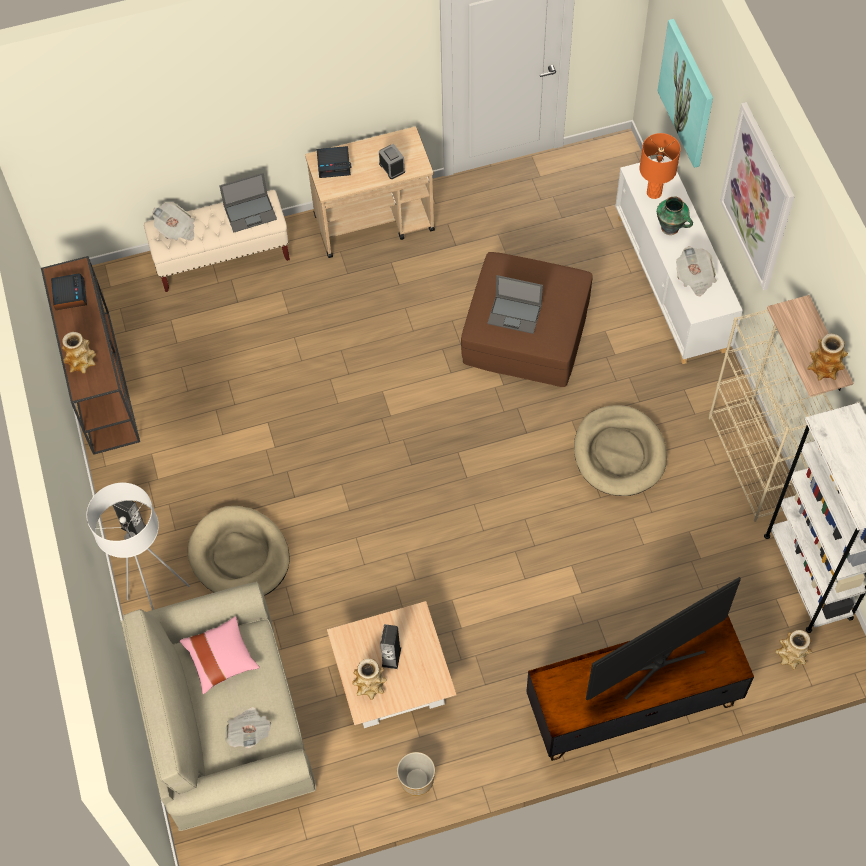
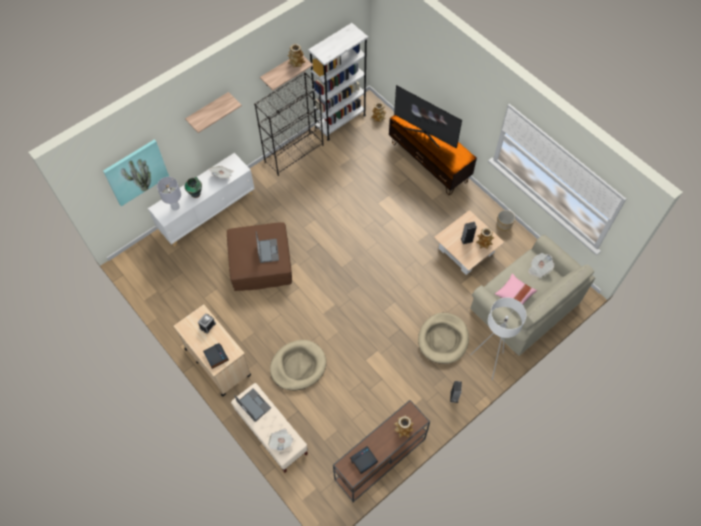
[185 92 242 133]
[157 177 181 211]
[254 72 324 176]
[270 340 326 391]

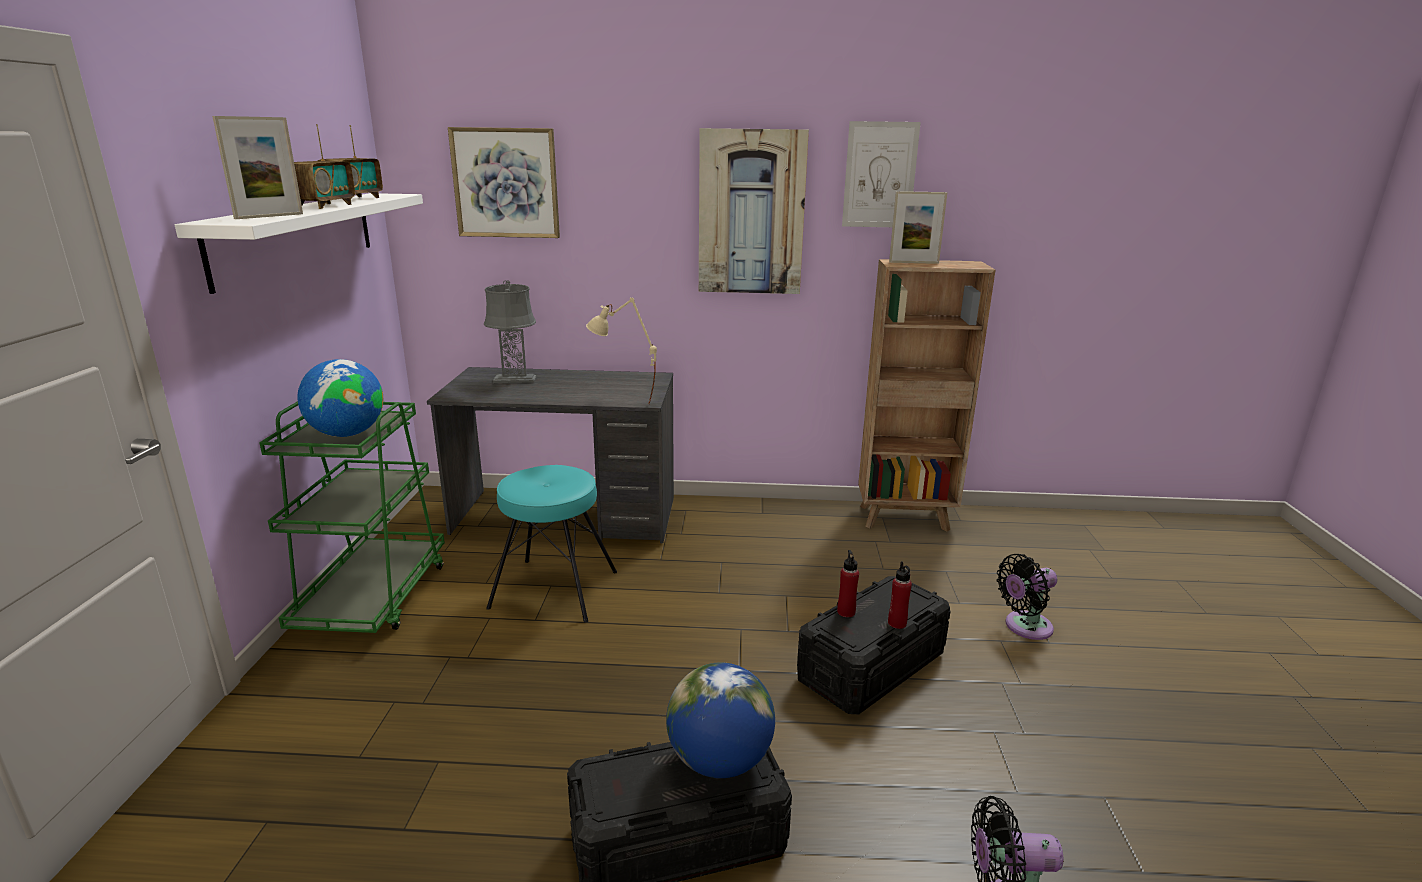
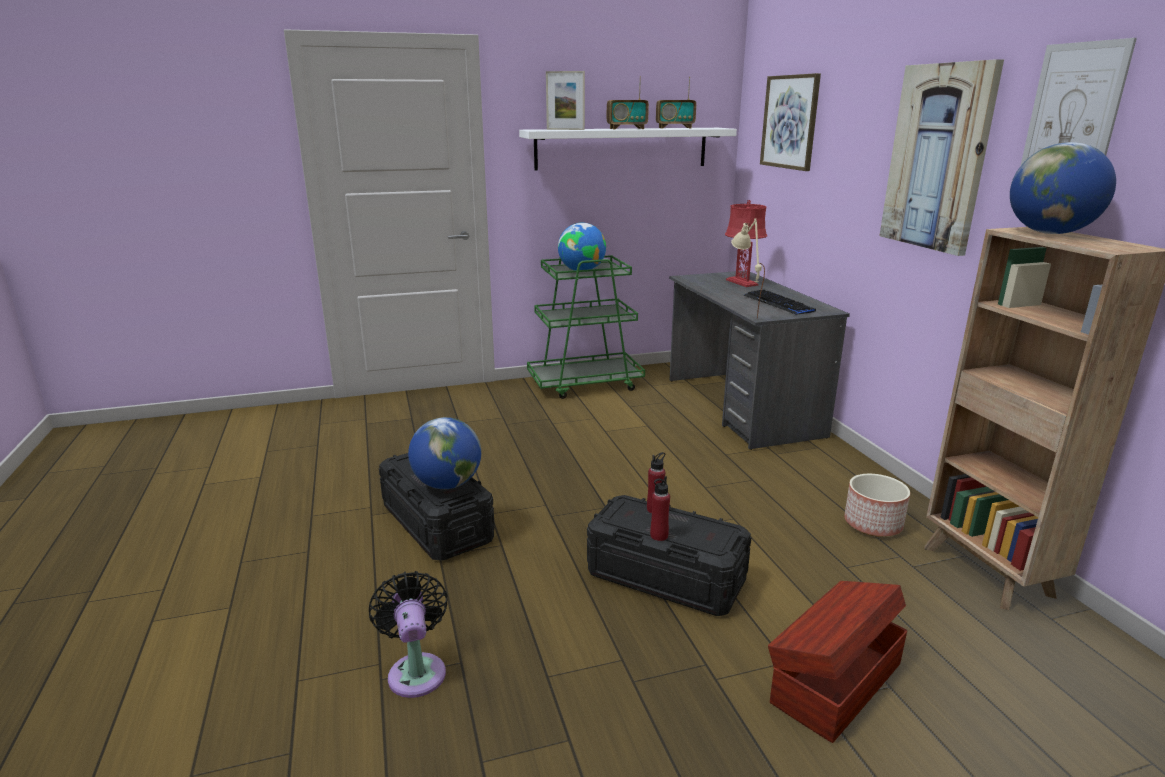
[1010 142 1116 234]
[725 200 767 287]
[486 465 617 622] (first image)
[768 581 907 743]
[744 290 816 315]
[844 474 910 537]

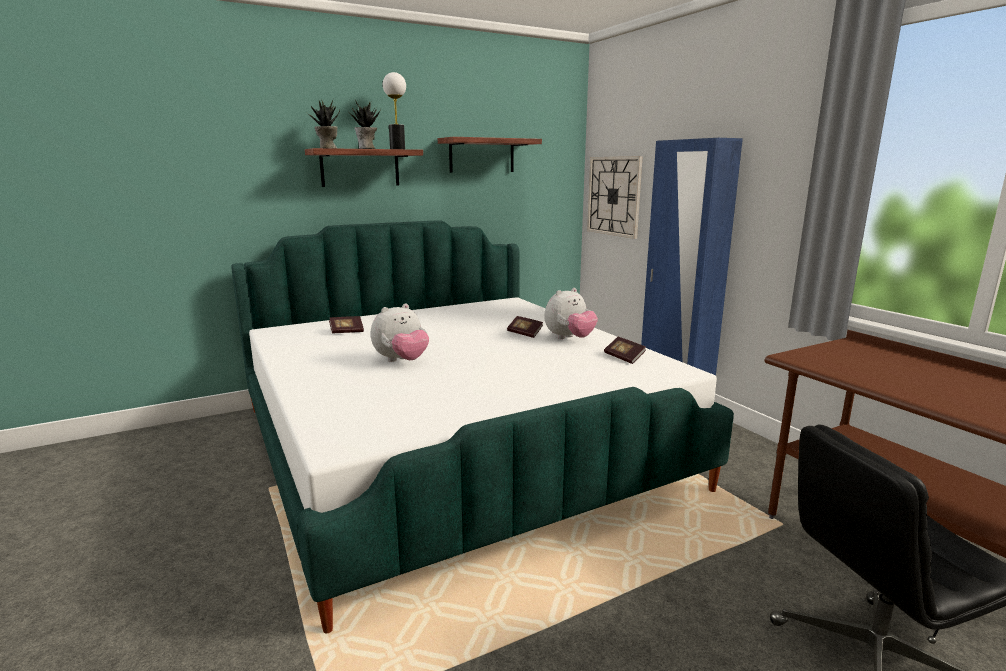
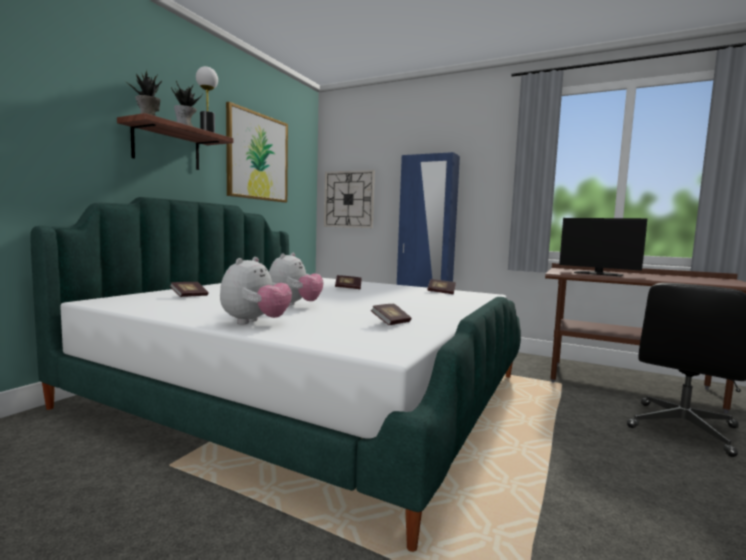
[226 102 288 203]
[220 257 292 324]
[559 218 647 276]
[371 304 411 325]

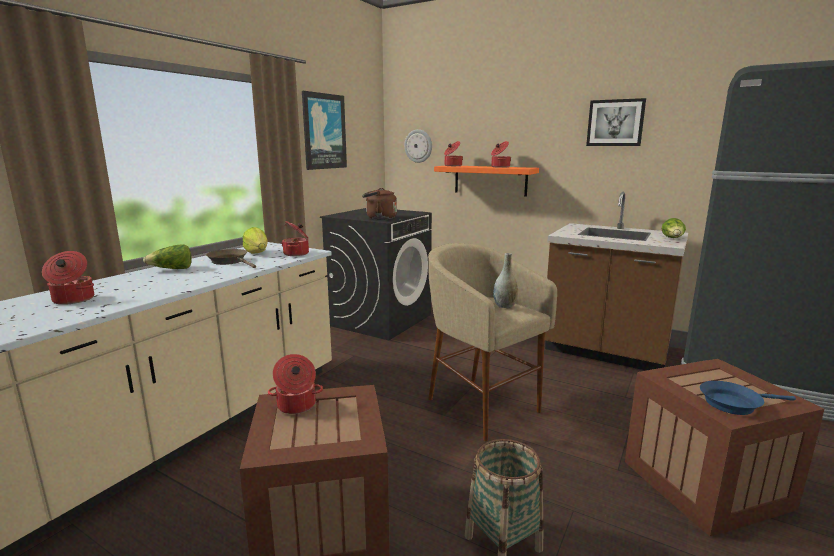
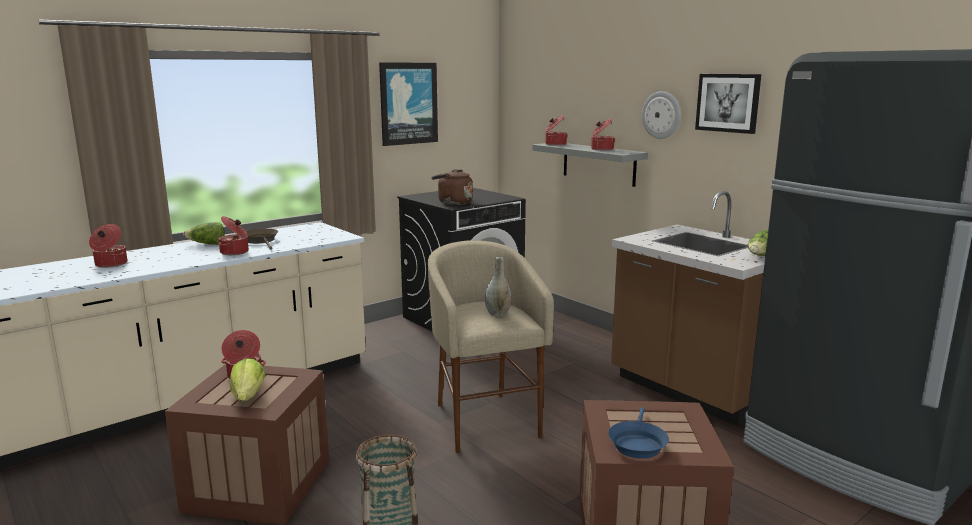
[642 91 681 139]
[532 143 648 187]
[218 216 249 255]
[230 358 266 401]
[608 407 669 459]

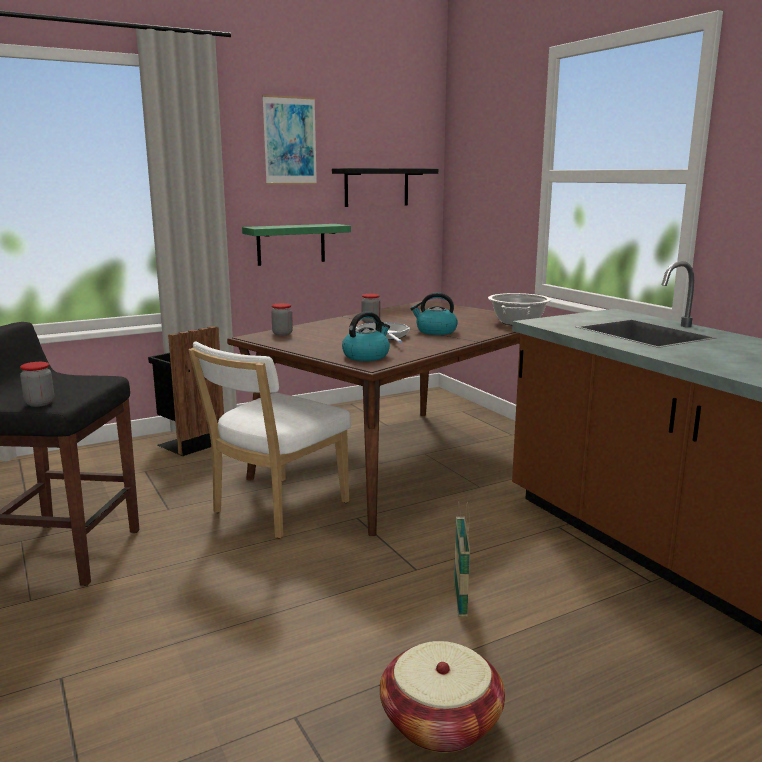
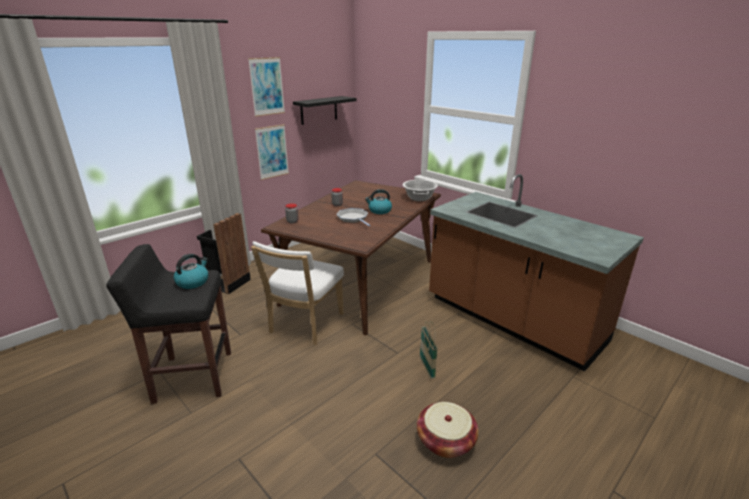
[255 124 289 180]
[174 254 208 289]
[20 362 54 407] (first image)

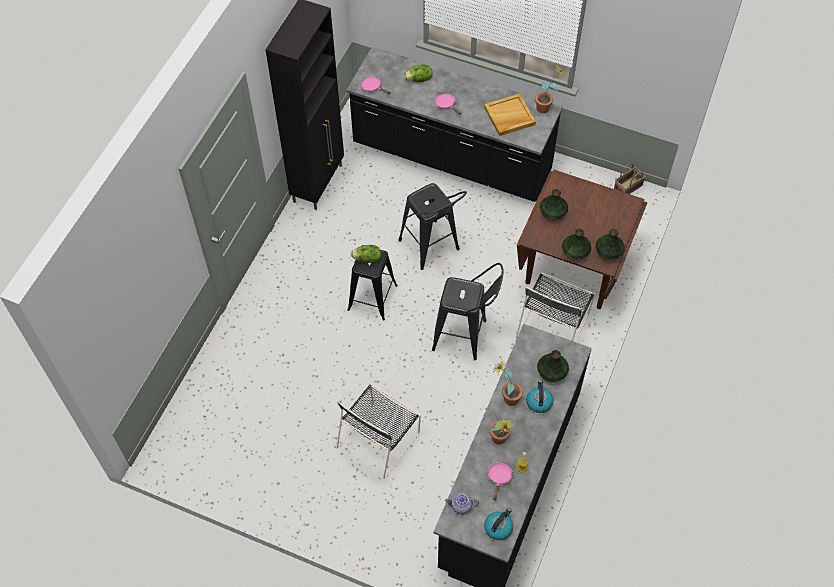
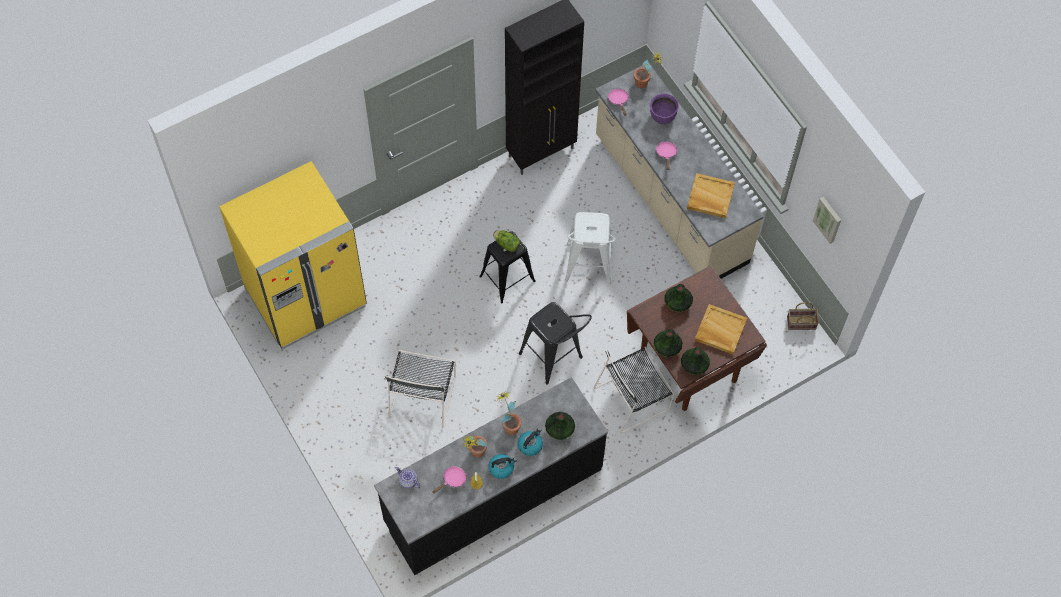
[595 64 764 279]
[650 93 679 124]
[634 52 662 88]
[565 212 616 284]
[385 350 456 429]
[488 454 517 479]
[219 161 367 350]
[813 197 841 244]
[695 304 747 354]

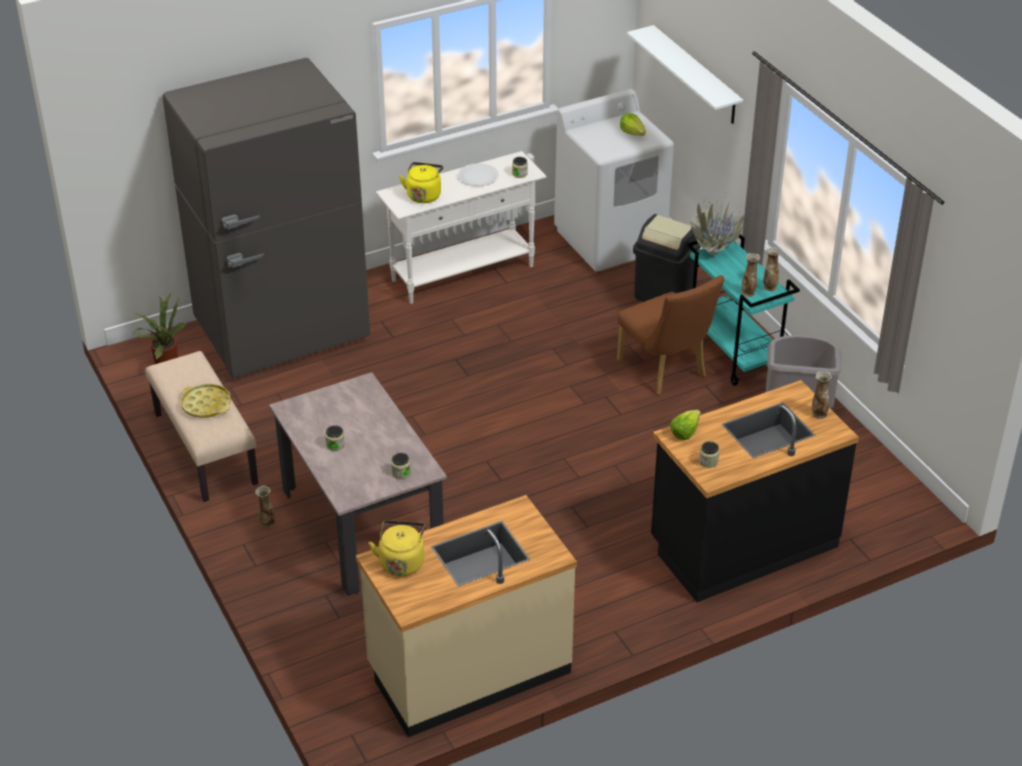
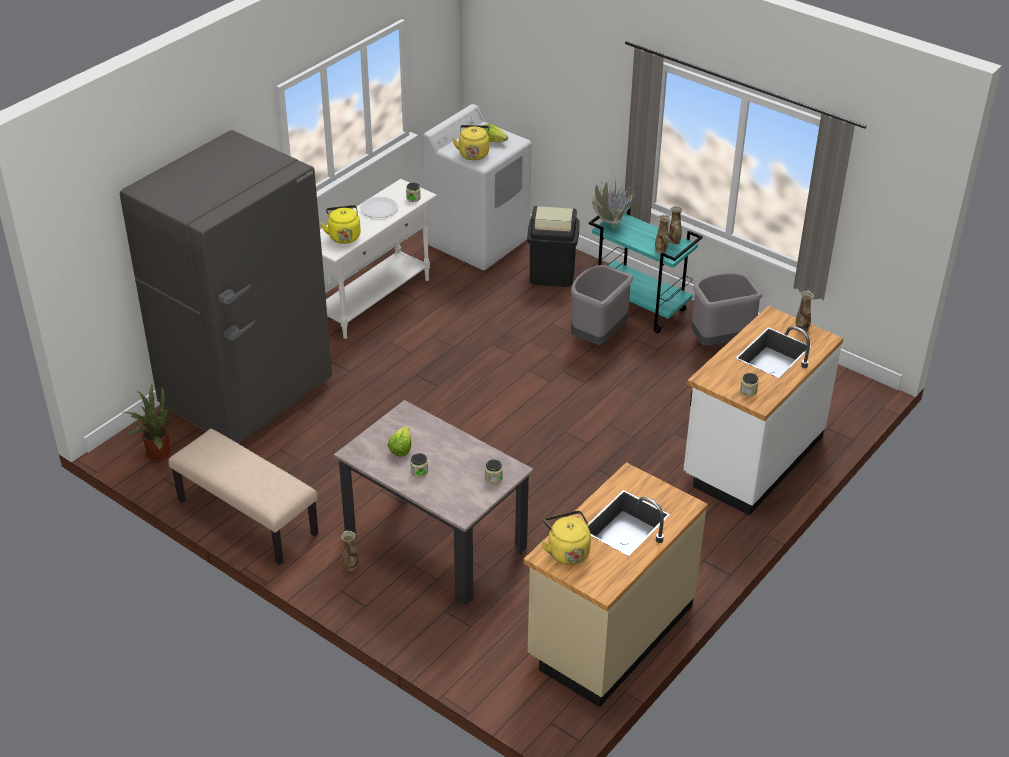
[627 25 743 124] (first image)
[571 265 633 345]
[684 306 843 516]
[181 384 231 418] (first image)
[387 426 411 457]
[452 125 489 160]

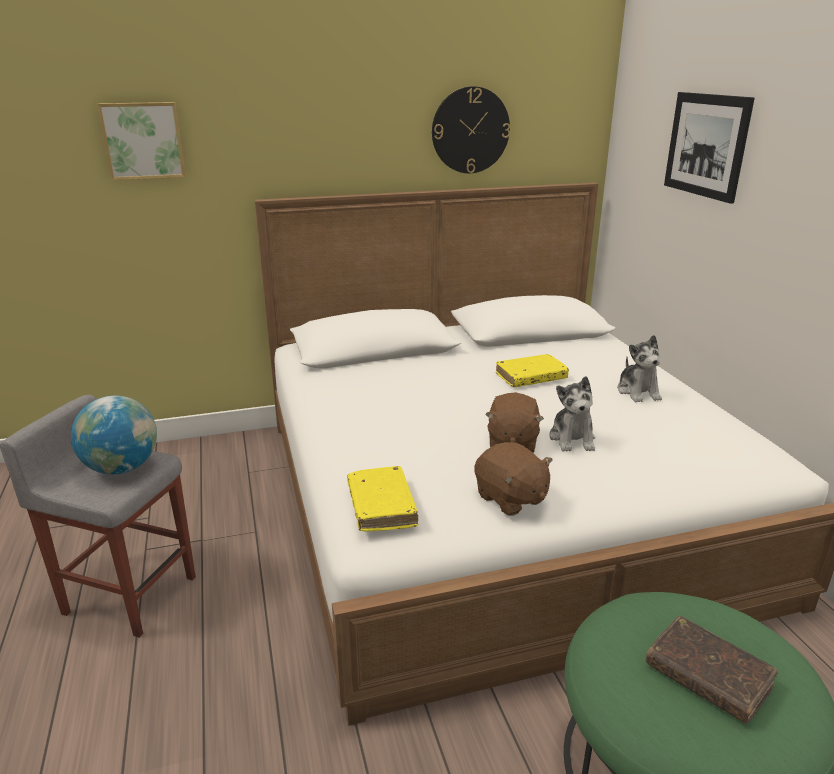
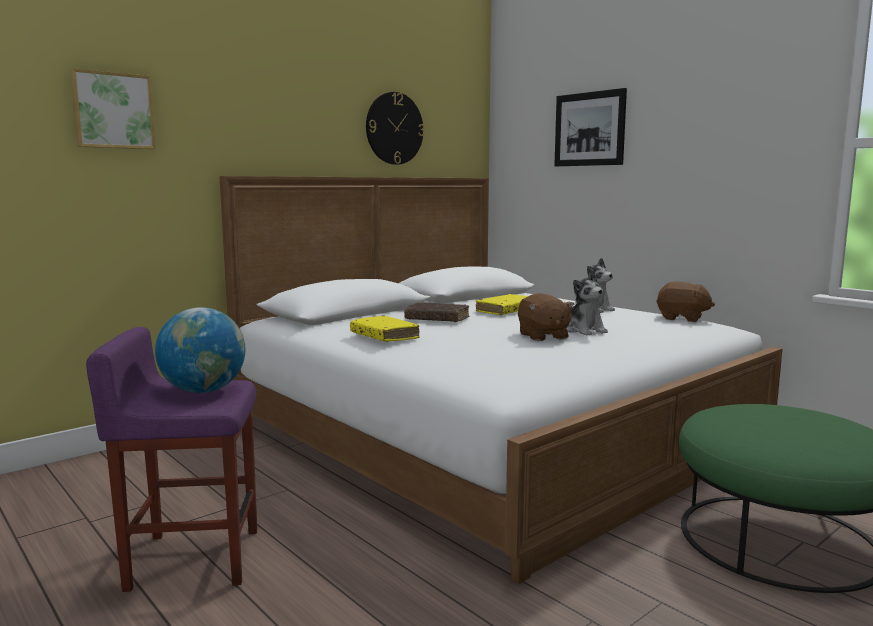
[86 327 257 592]
[656 282 715 322]
[350 315 420 342]
[404 302 470 322]

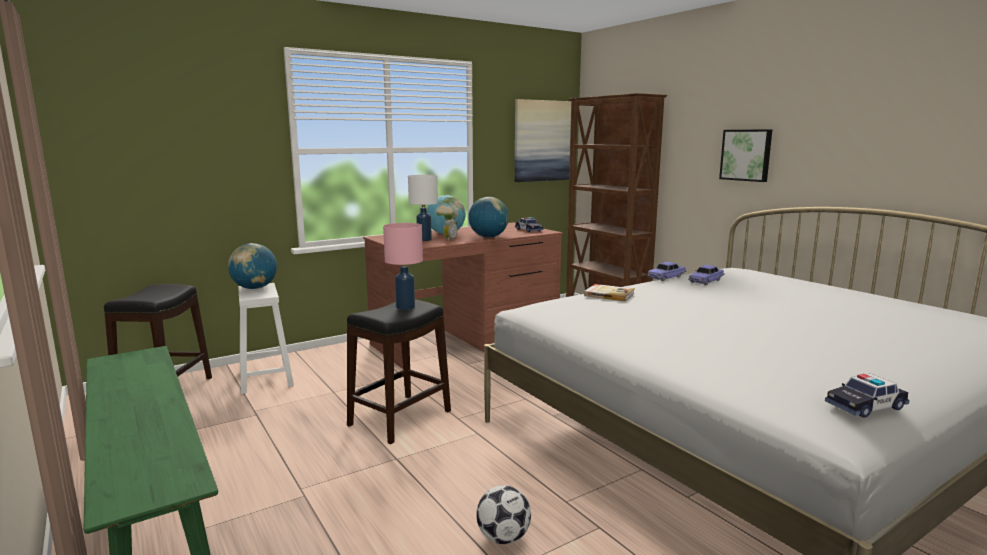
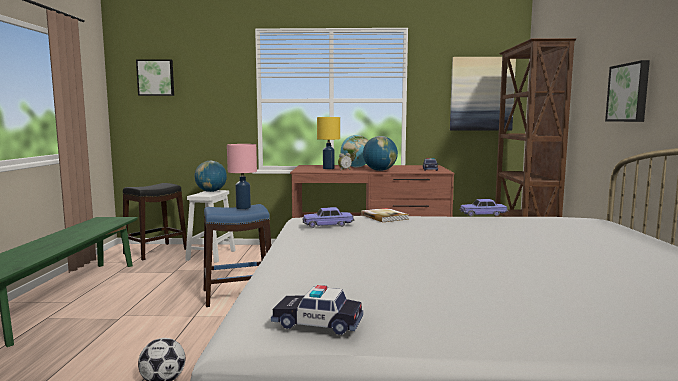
[317 117 340 169]
[303 207 355 228]
[204 204 272 307]
[136 59 174 96]

